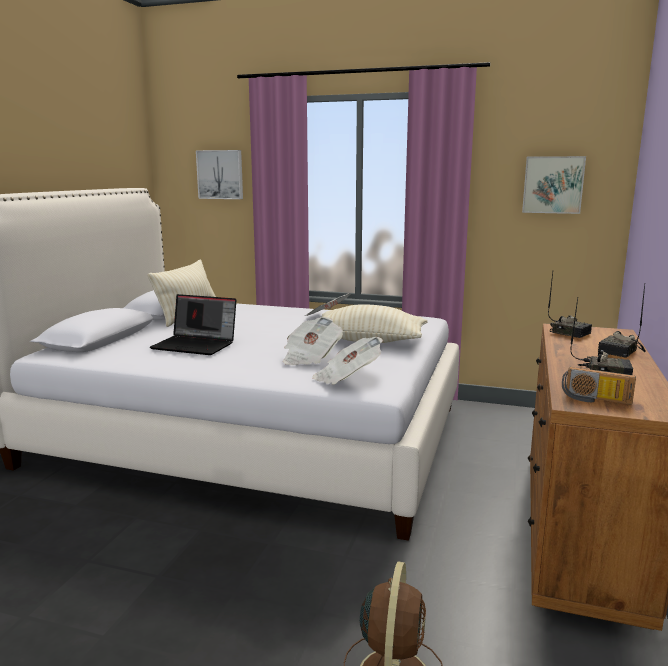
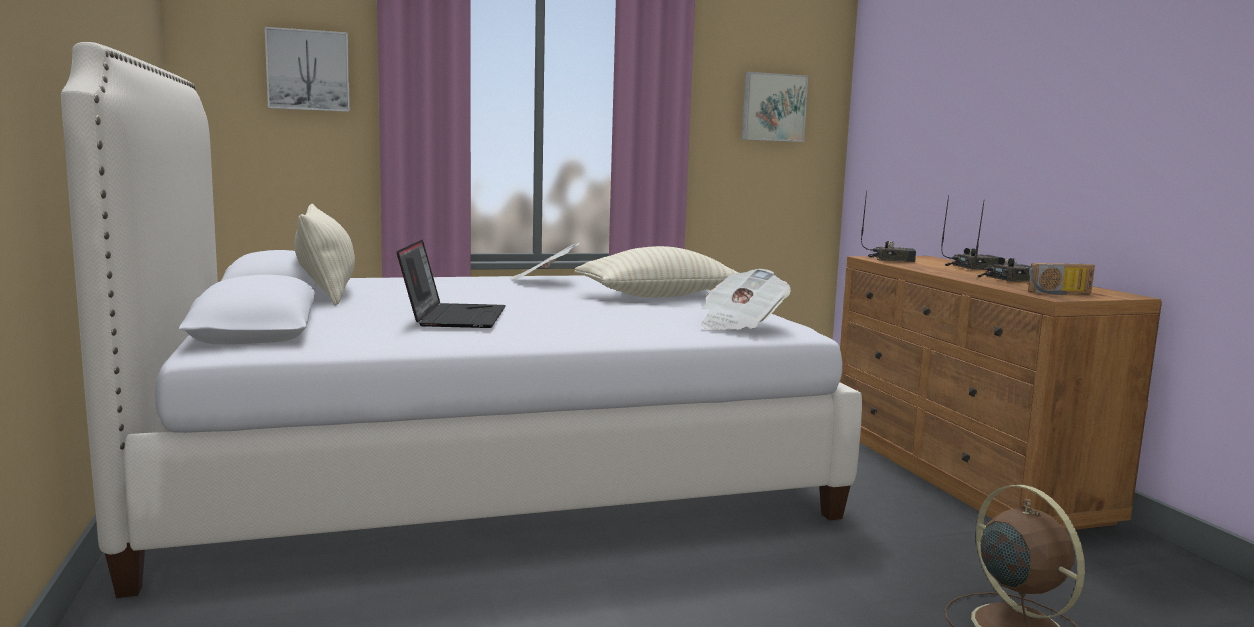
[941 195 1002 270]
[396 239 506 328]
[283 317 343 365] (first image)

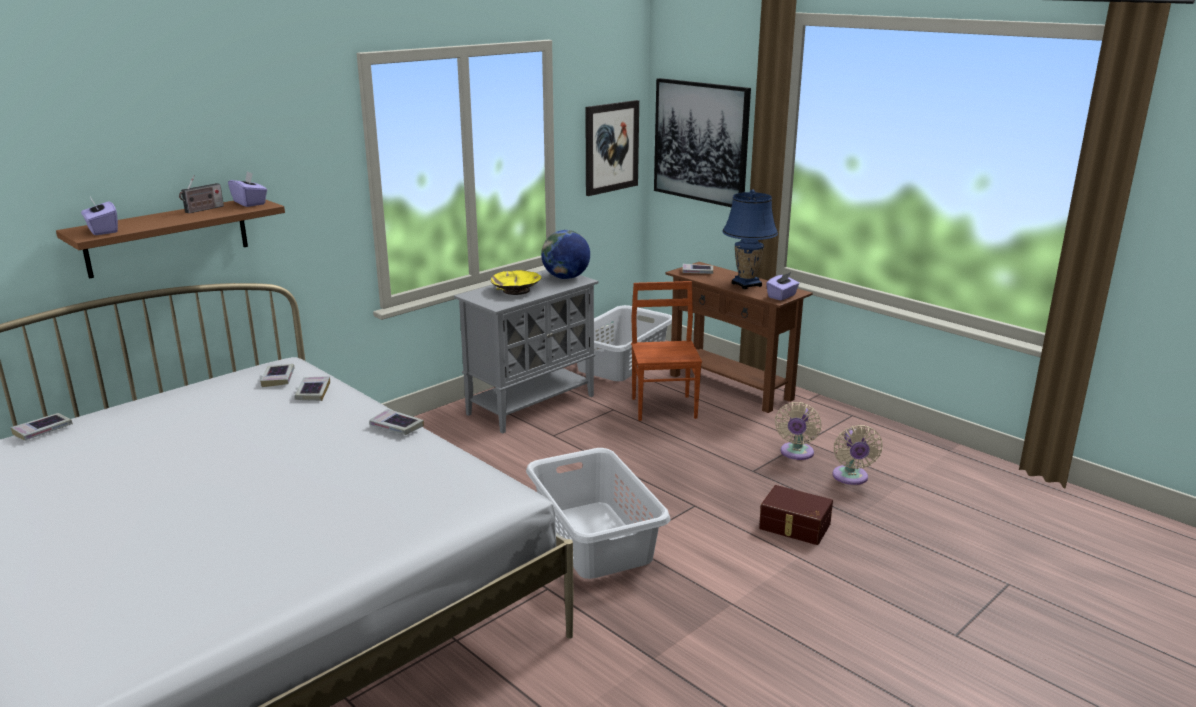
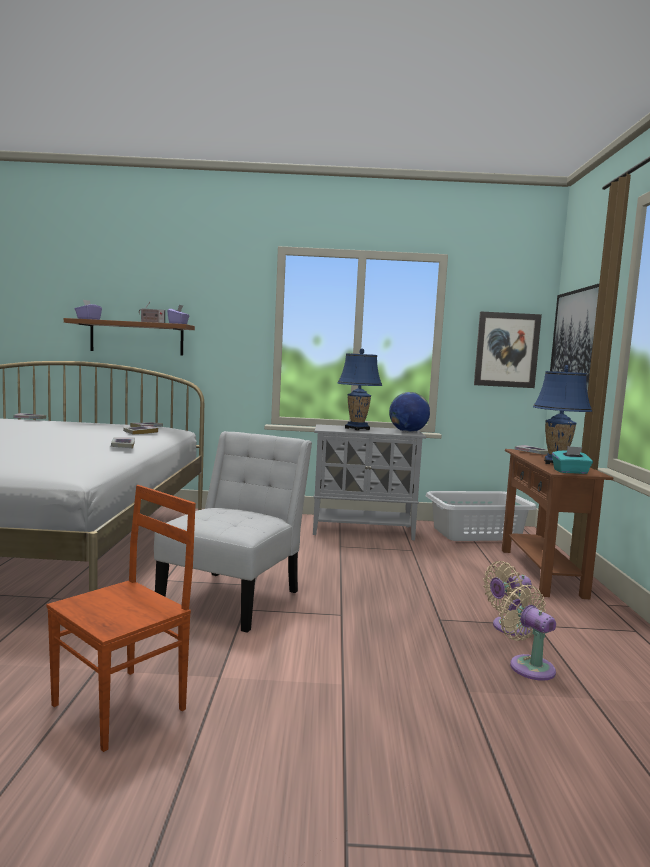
[338 348 382 431]
[552 446 593 474]
[46 485 196 752]
[499 585 556 681]
[154 431 312 633]
[759 485 833 545] (first image)

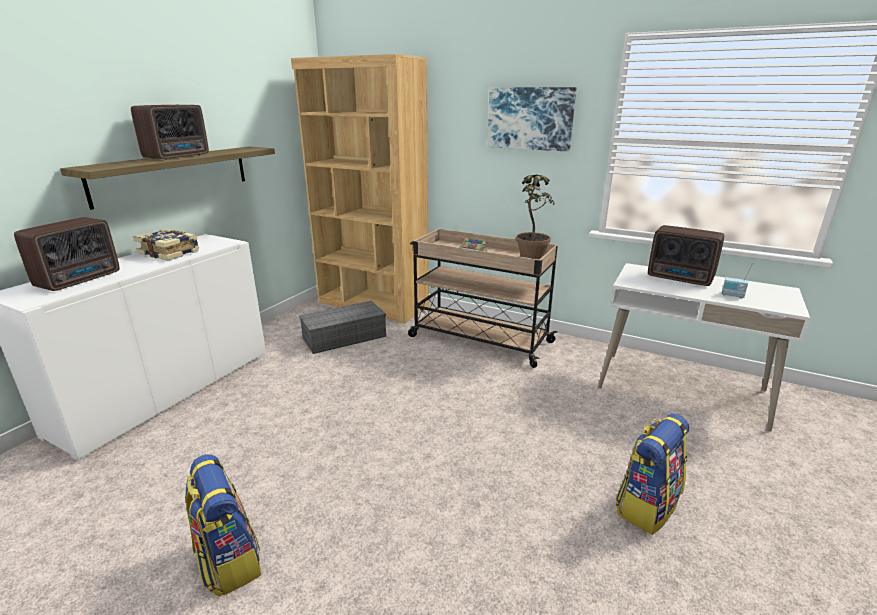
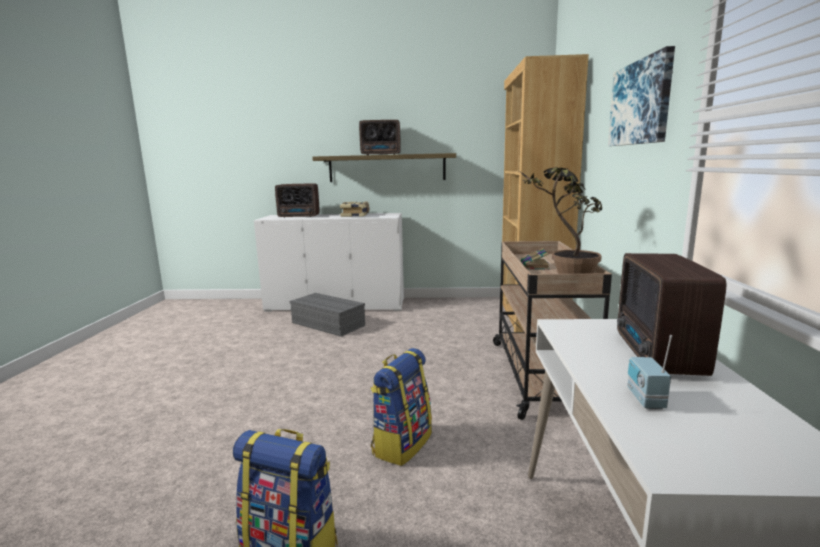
[290 293 365 336]
[371 348 432 466]

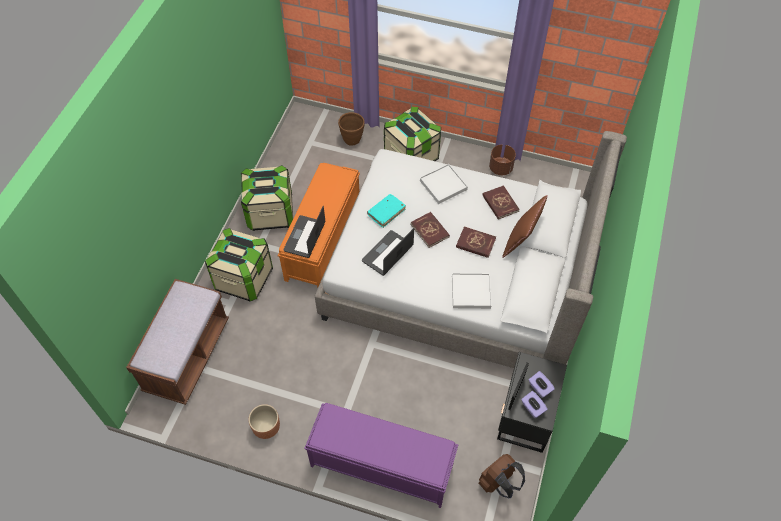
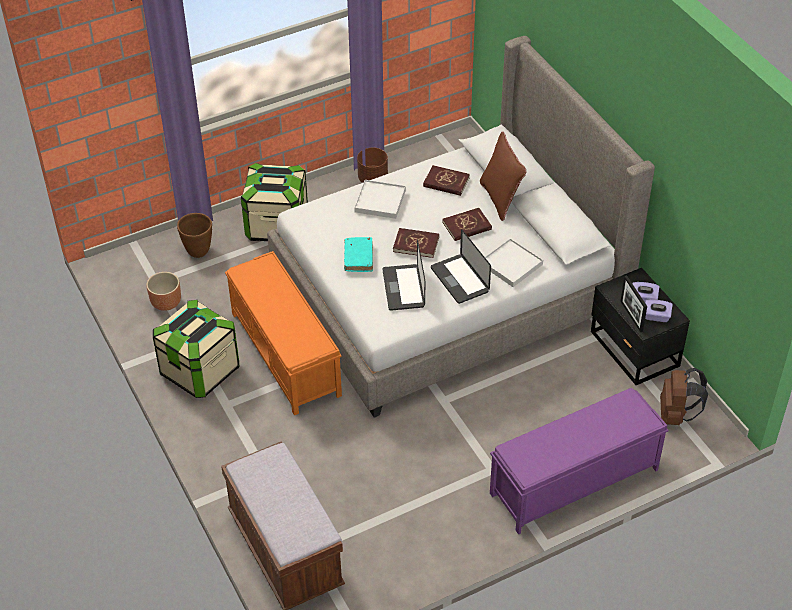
[431 229 491 304]
[205 228 273 301] (first image)
[146 272 181 311]

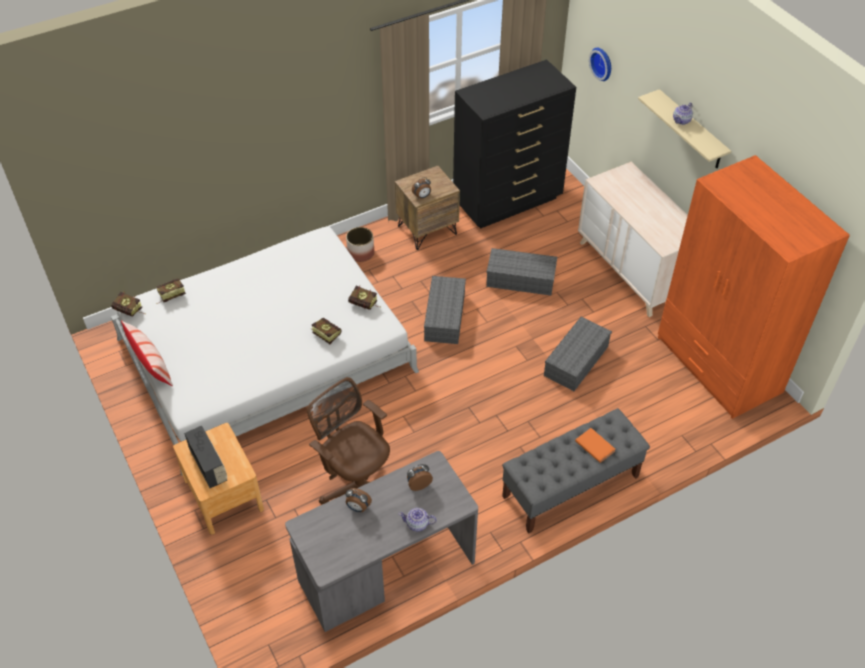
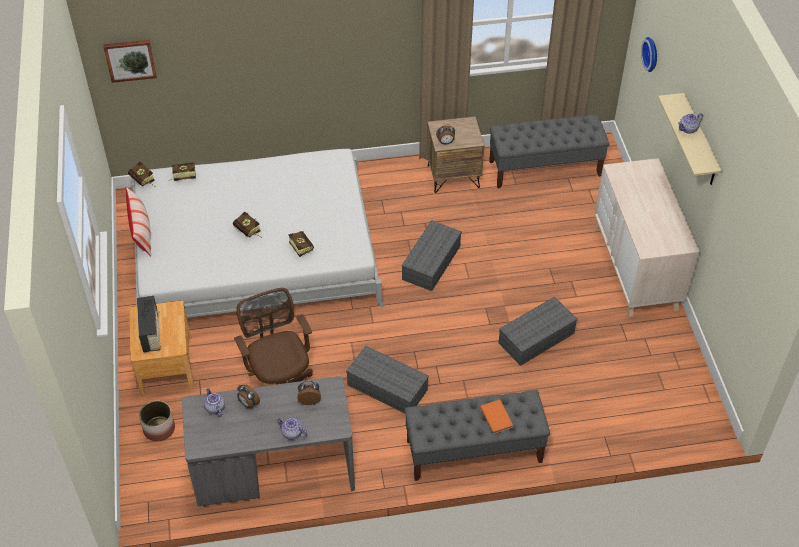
[489 115 609 188]
[658 155 850 419] (first image)
[139 401 175 441]
[346 346 429 414]
[233 212 262 238]
[103 40 157 83]
[204 387 225 417]

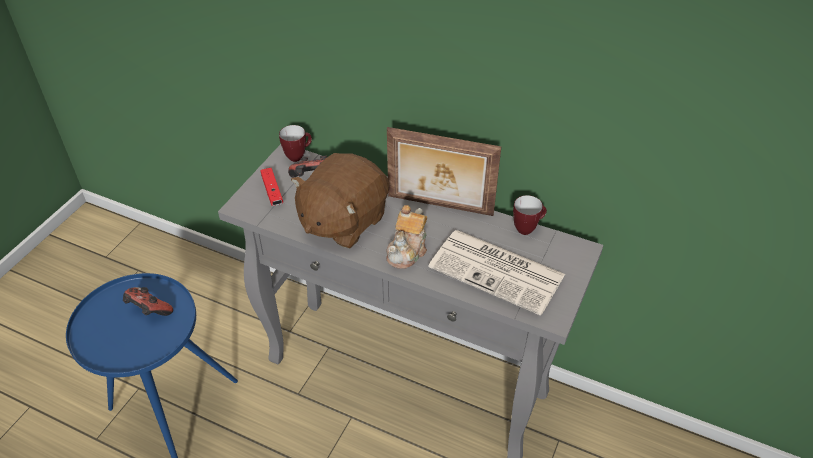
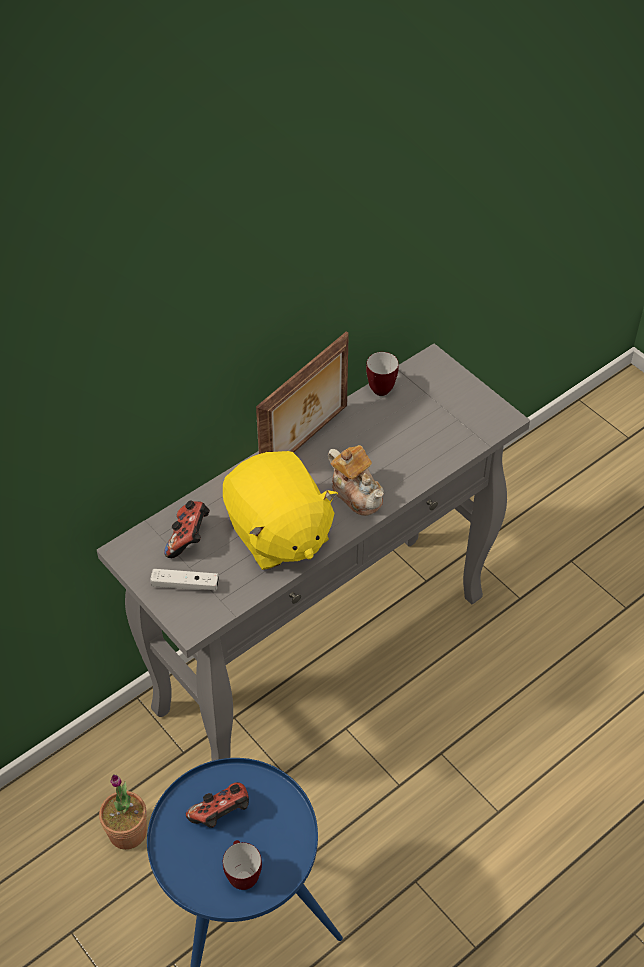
[223 840 262 890]
[223 451 338 570]
[150 569 219 590]
[429 230 565 316] (first image)
[99 774 147 850]

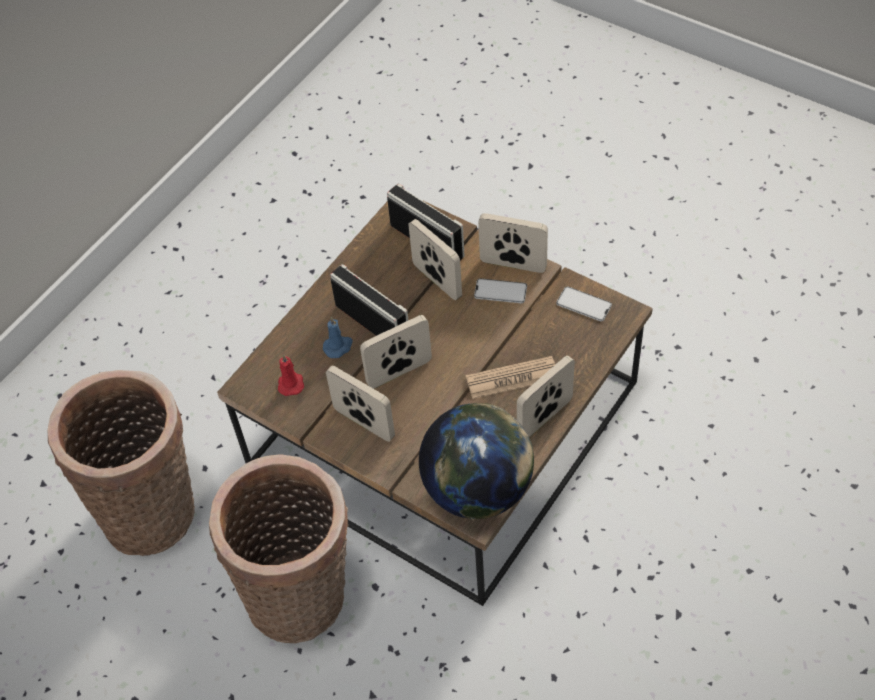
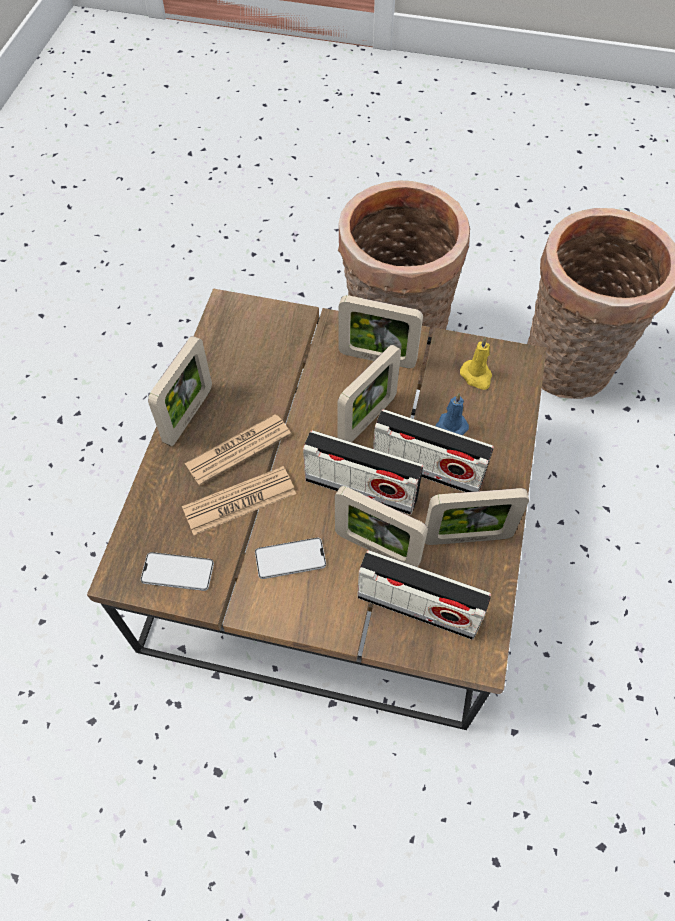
[425 488 529 545]
[460 337 492 390]
[419 403 534 520] (first image)
[303 430 423 515]
[182 466 296 535]

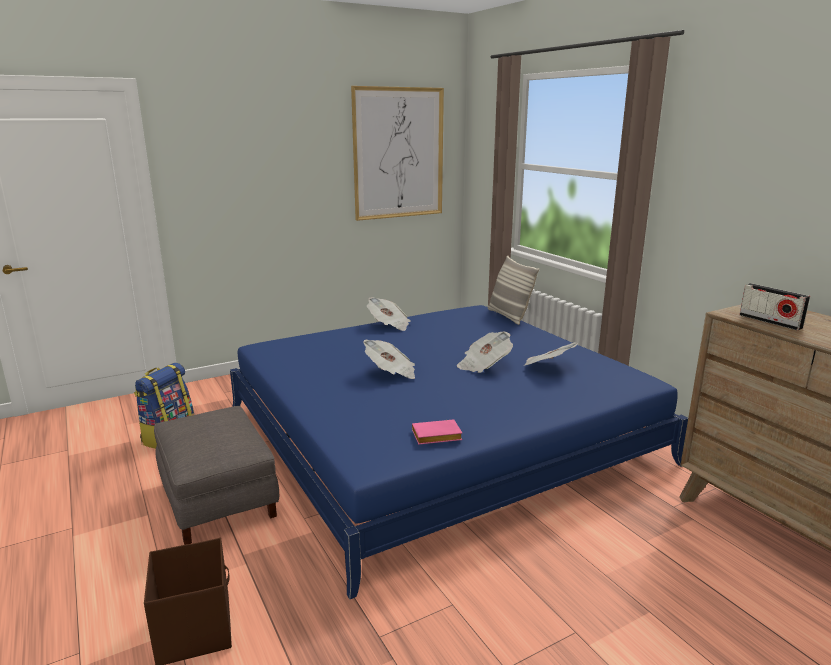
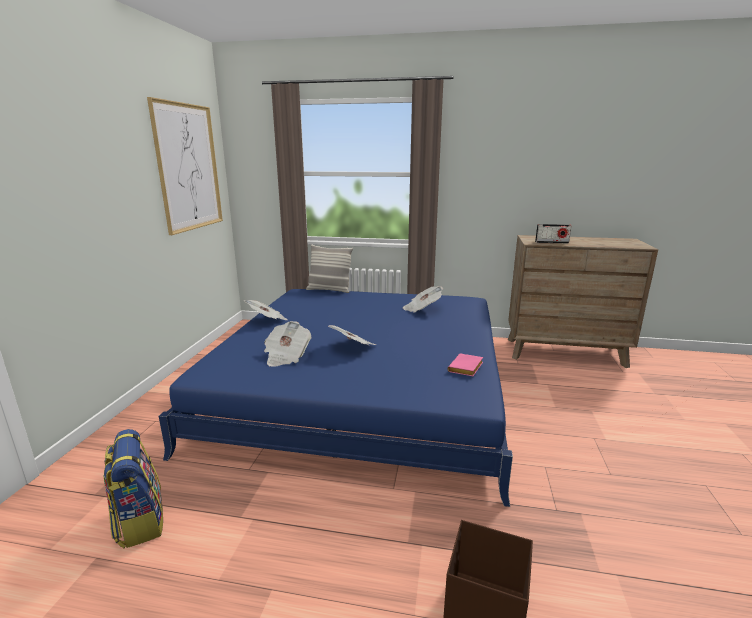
[264 321 311 367]
[154 406 279 545] (first image)

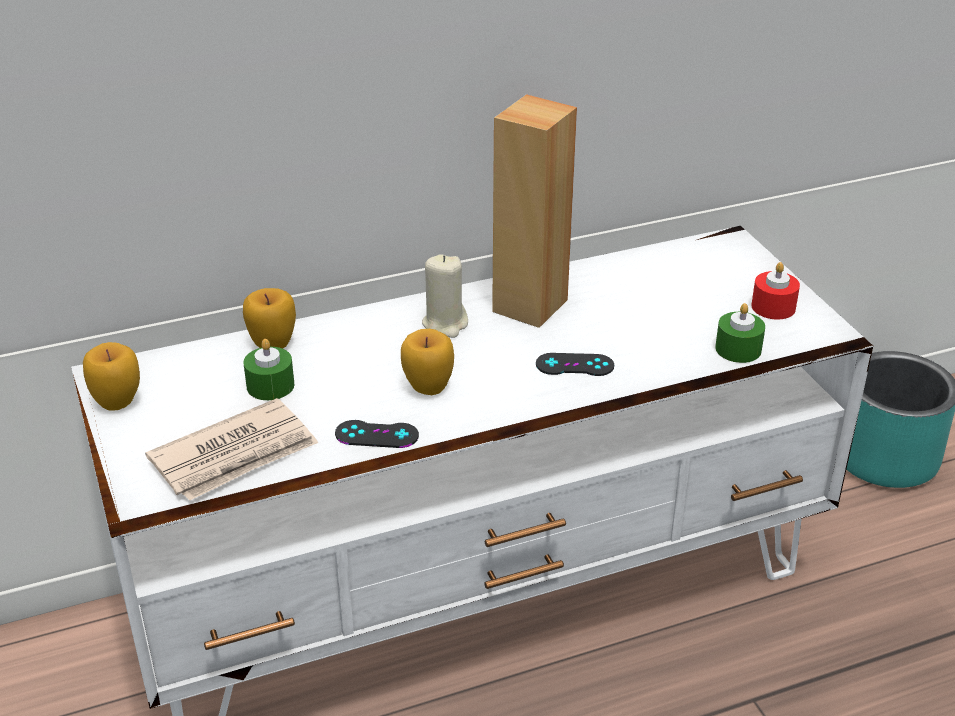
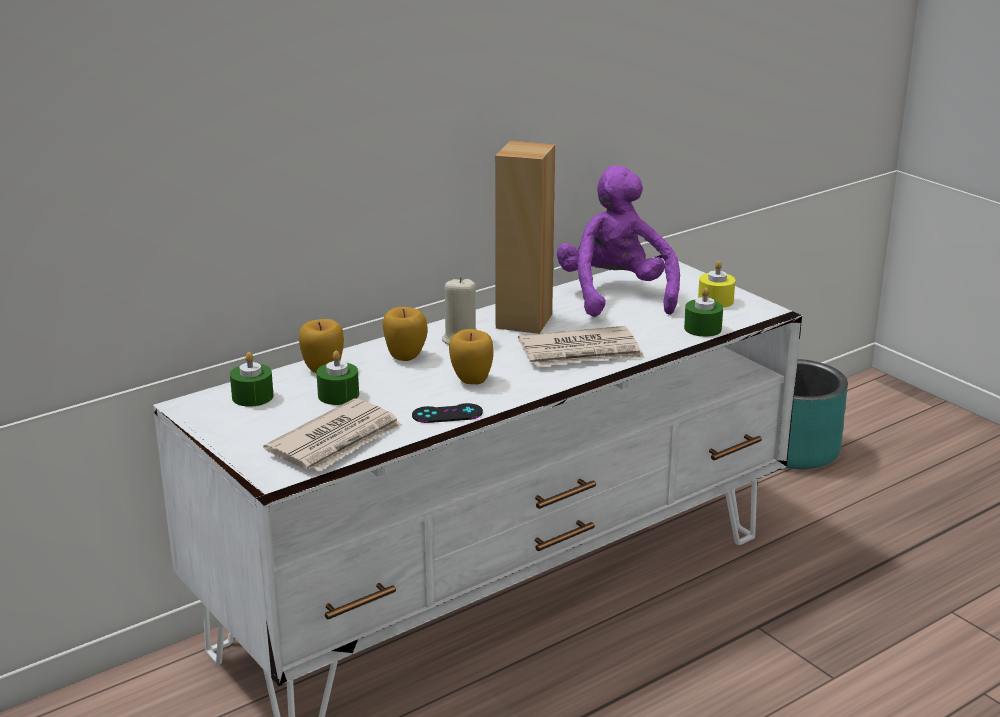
[698 261 735 308]
[383 307 428 361]
[518 326 645 367]
[557 165 680 317]
[230 352 274 407]

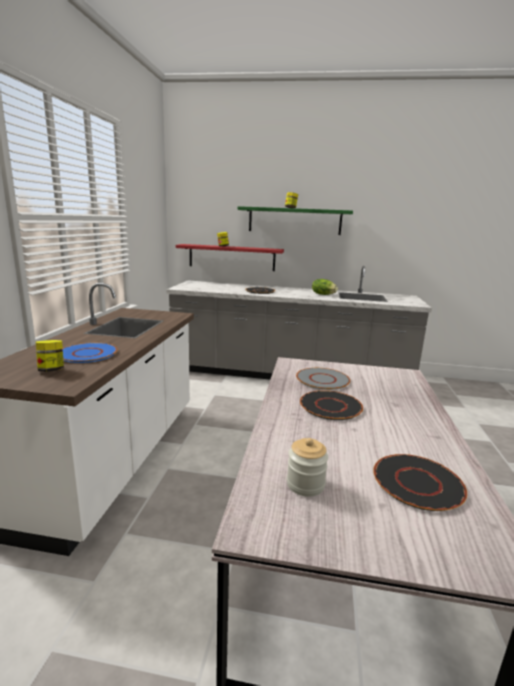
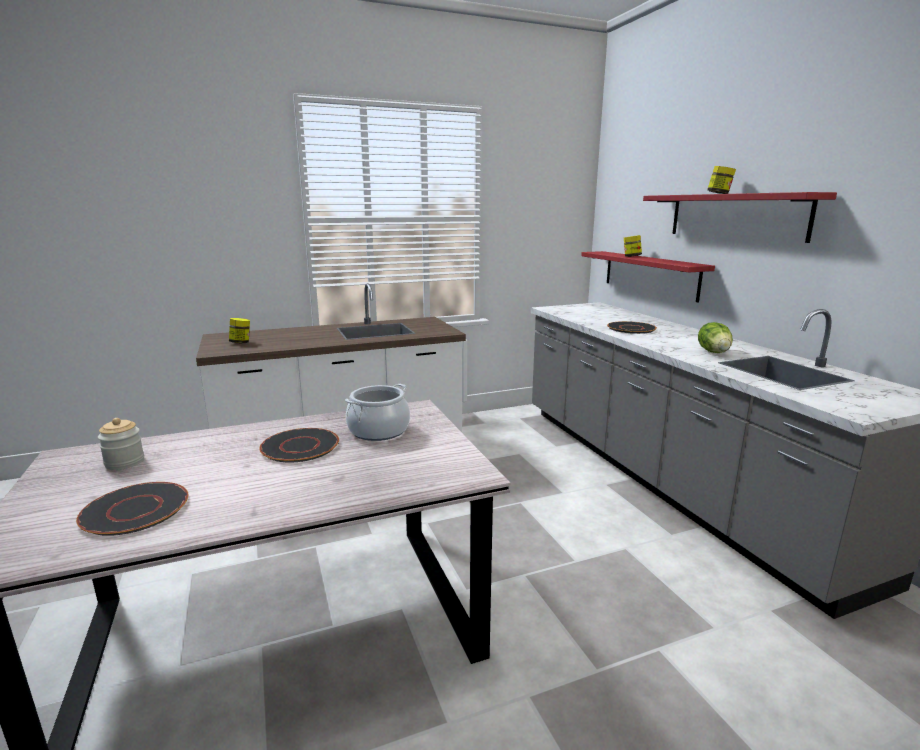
[643 192 837 243]
[62 343 118 363] (first image)
[345 384 410 441]

